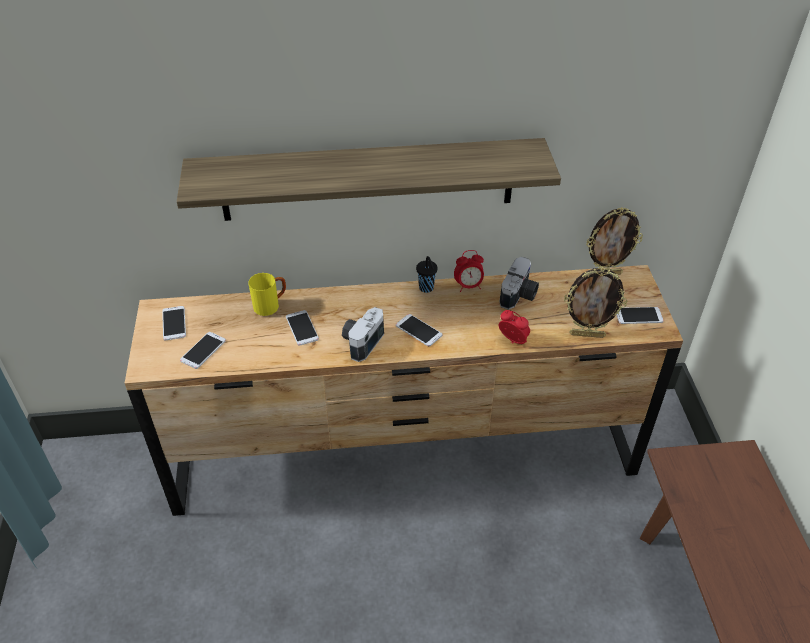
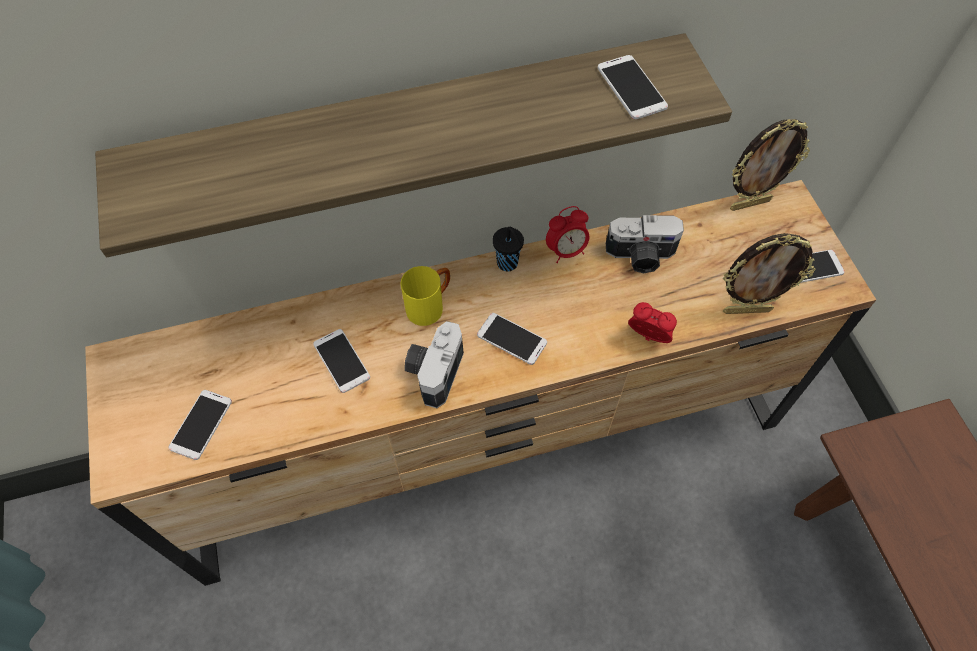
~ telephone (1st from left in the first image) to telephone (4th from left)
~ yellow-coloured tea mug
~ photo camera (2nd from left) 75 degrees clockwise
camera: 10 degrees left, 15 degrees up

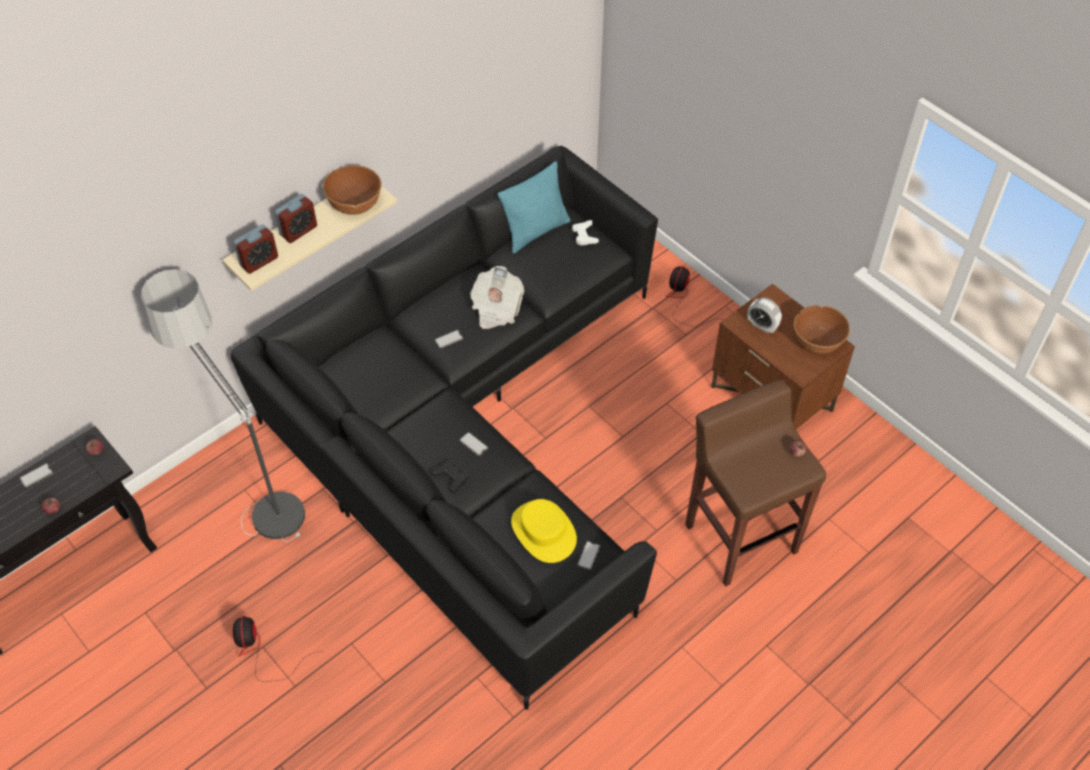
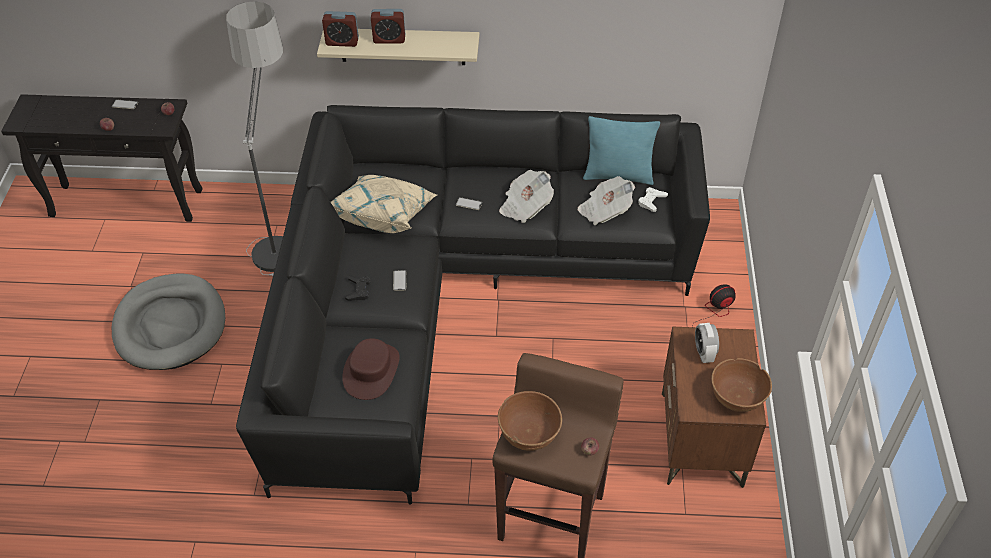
- telephone (4th from left)
+ beige pillow
+ newspaper (2nd from left)
~ brownish bowl (1st from left)
~ fan (1st from left) to gray dog cushion
~ yellow-coloured wearable hat to brownish wearable hat
camera: 45 degrees right, 5 degrees down

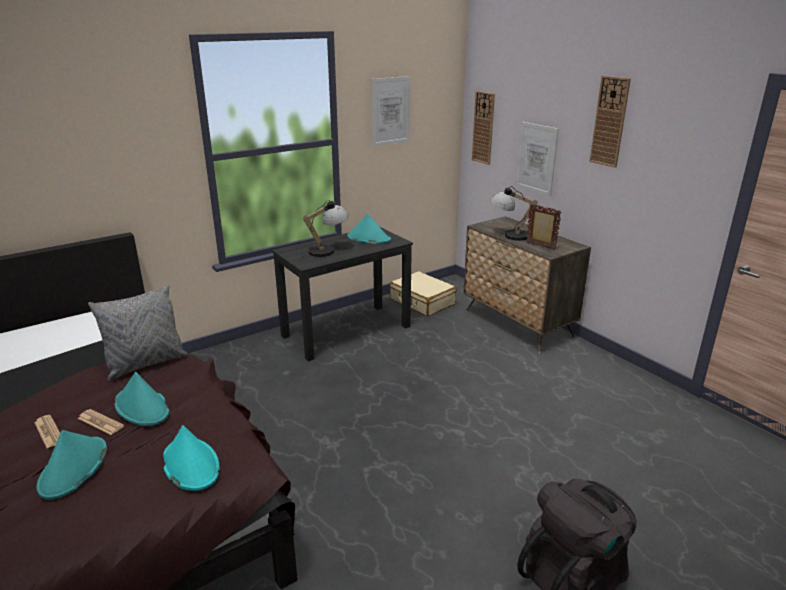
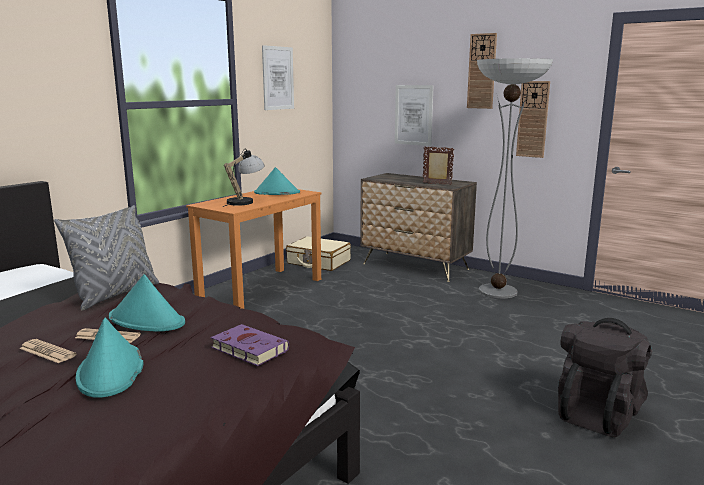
- tabletop lamp (2nd from left)
+ standard lamp
~ hanging clock (1st from left in the first image) to hanging clock (2nd from left)
~ blue-green wearable hat (3rd from left) to purplish book
~ black-coloured desk table to orange desk table
camera: 20 degrees left, 10 degrees down

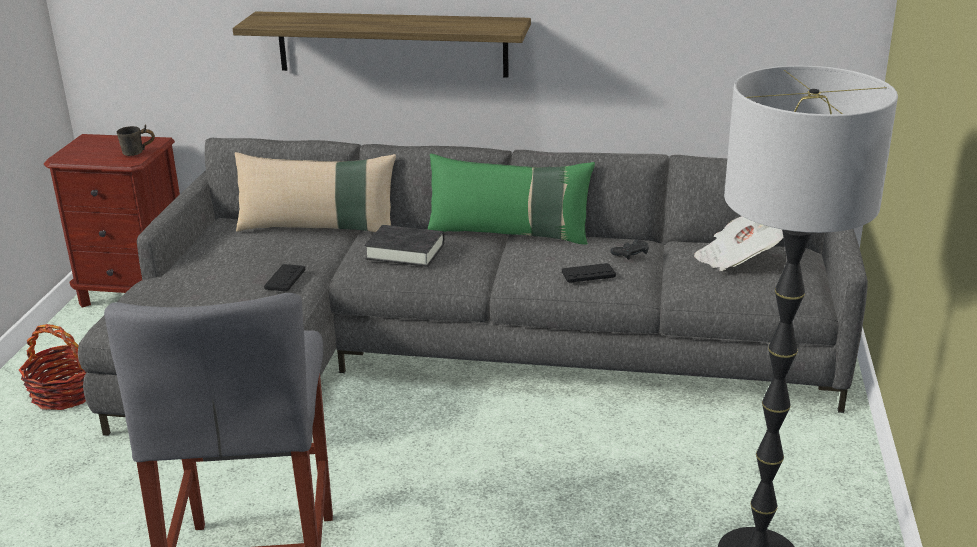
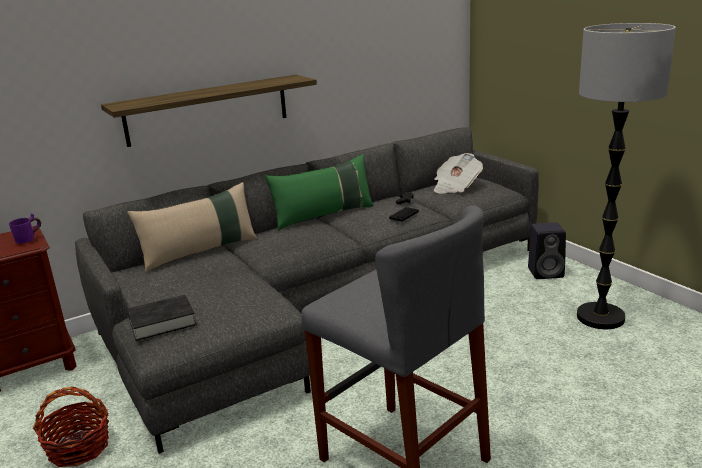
- black-coloured game controller (1st from left)
+ black-coloured speaker
~ black-coloured book
~ gray tea mug to purplish tea mug
camera: 40 degrees left, 5 degrees down

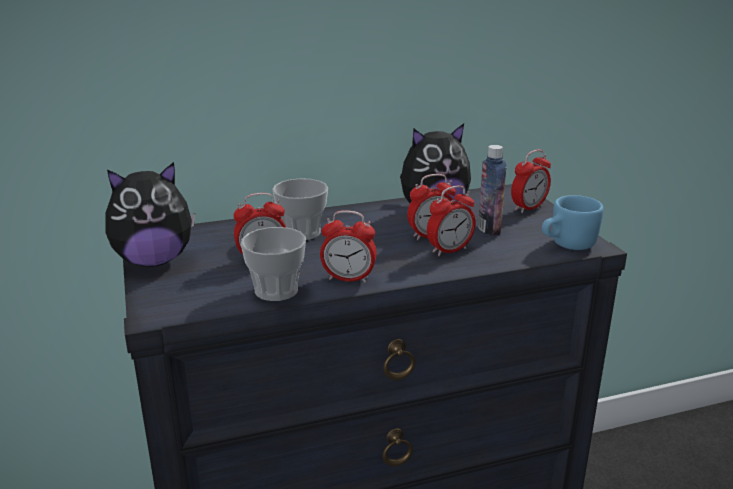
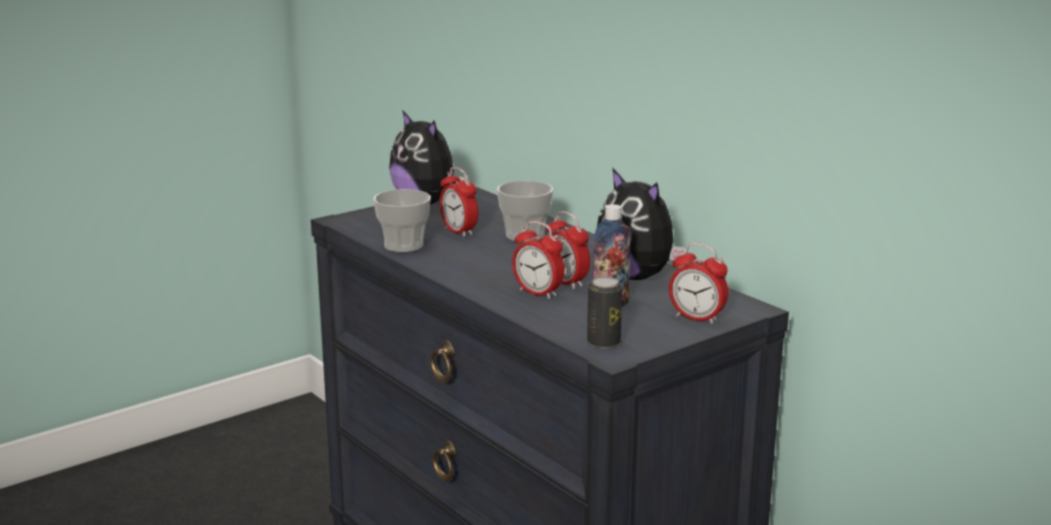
- bedside clock (2nd from left)
~ blue tea mug to can
camera: 70 degrees right, 5 degrees down

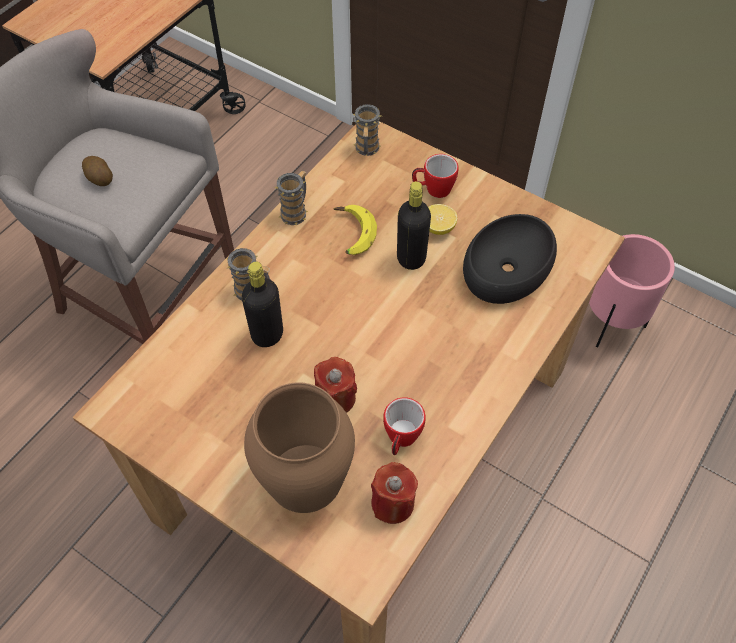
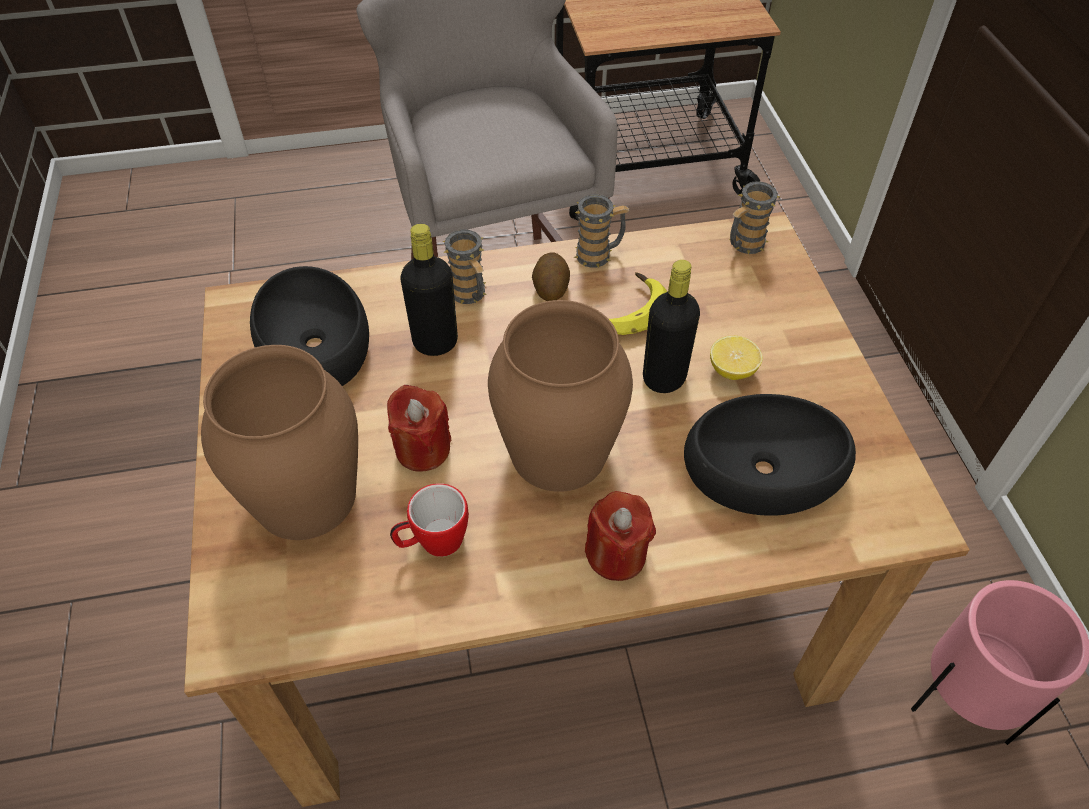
- tea mug (5th from left)
+ black-coloured bowl (1st from left)
+ brownish flower vase (2nd from left)
~ potato
~ reddish wax candle (2nd from left)
camera: 45 degrees right, 5 degrees down

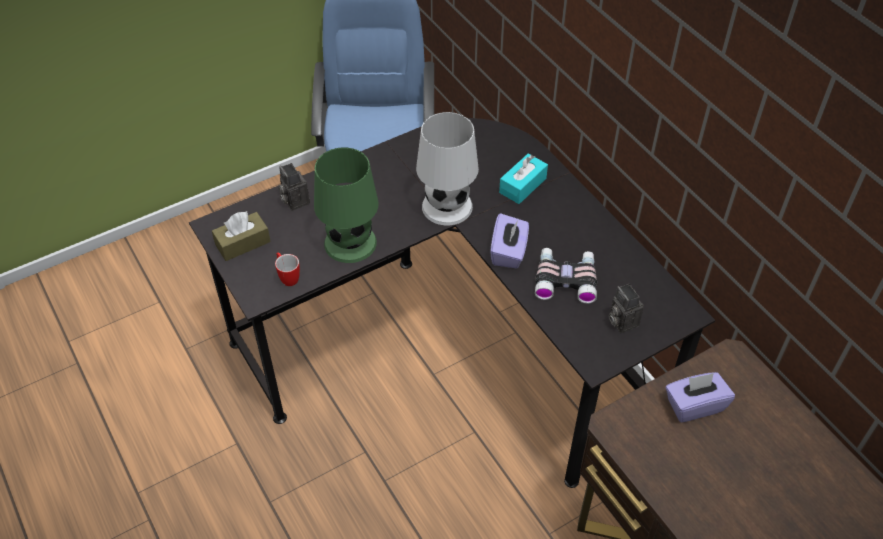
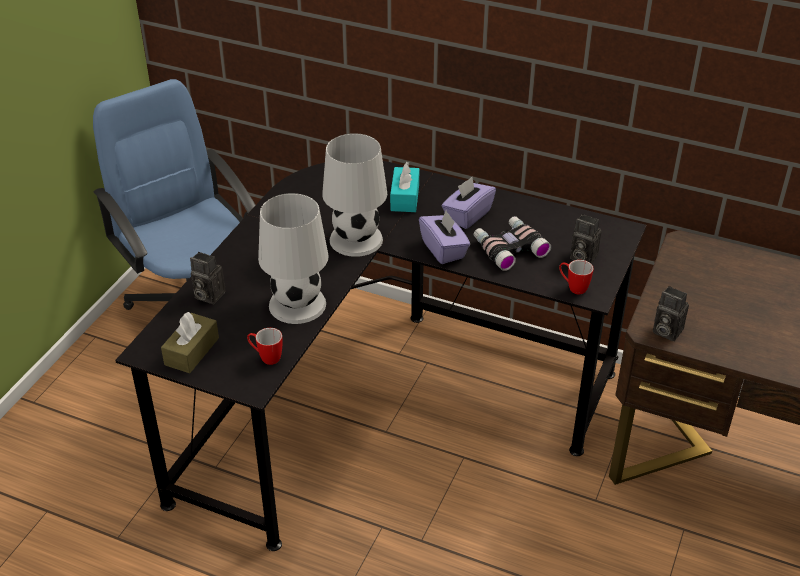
+ tea mug (2nd from left)
+ photo camera (3rd from left)
~ purplish tissue holder (2nd from left)
~ green tabletop lamp to white-coloured tabletop lamp (1st from left)
camera: 35 degrees left, 10 degrees down

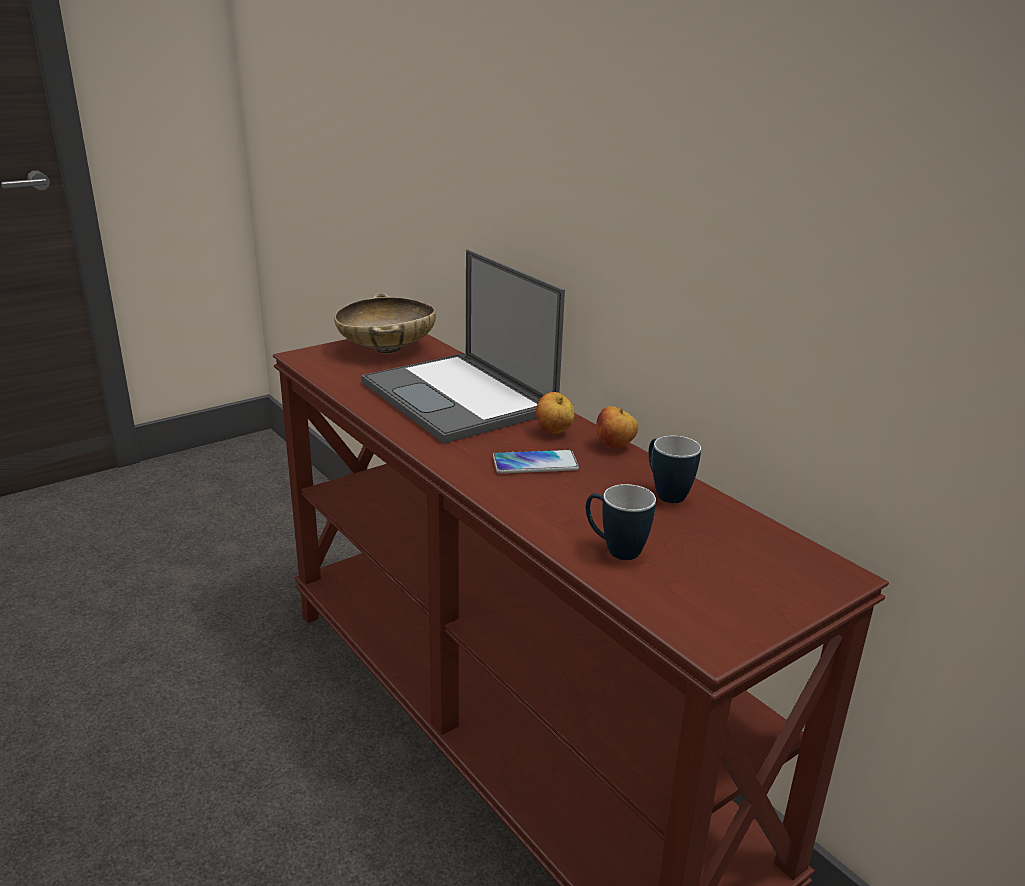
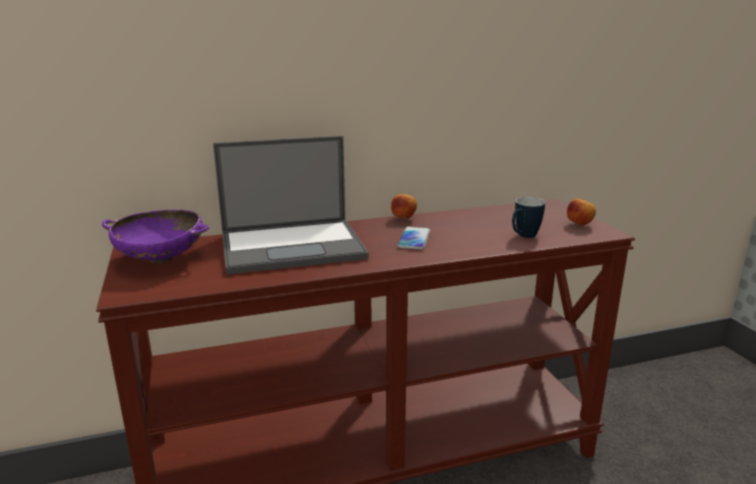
- tea mug (2nd from left)
~ apple (1st from left in the first image) to apple (2nd from left)
~ beige bowl to purplish bowl
camera: 70 degrees left, 5 degrees down

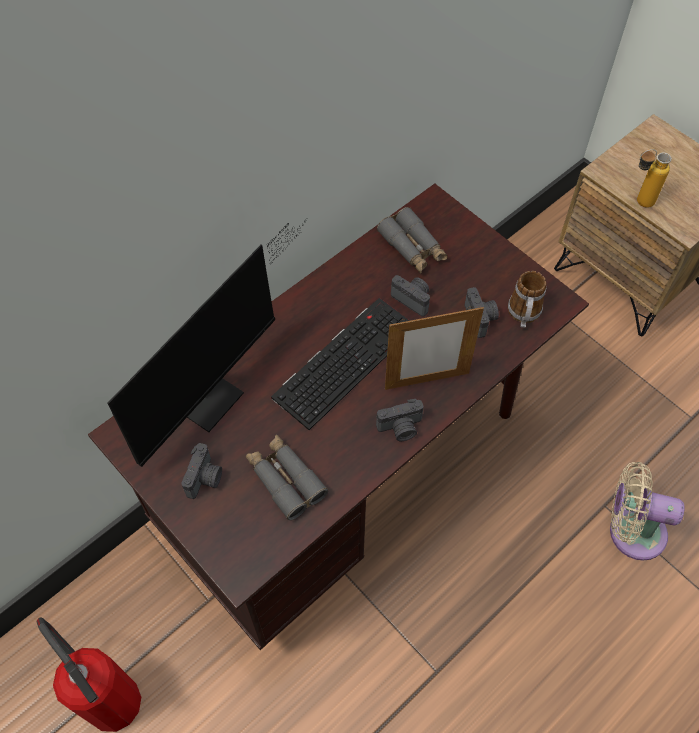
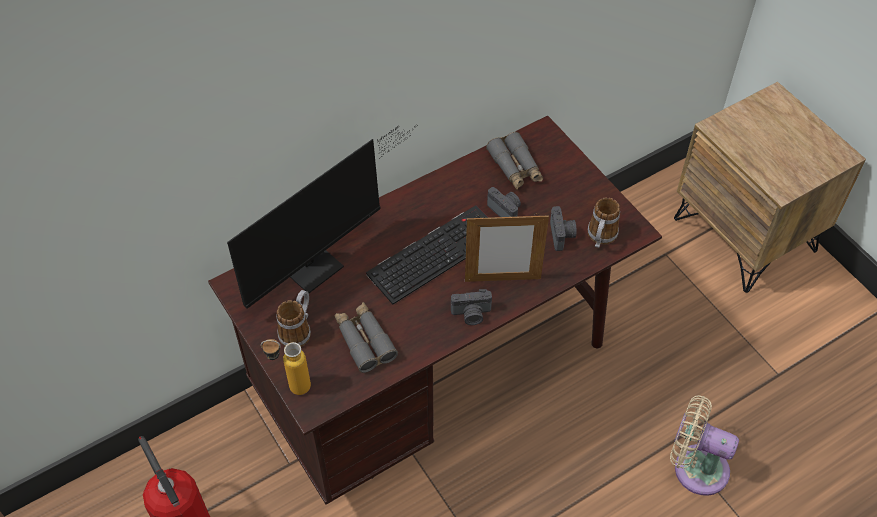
~ beverage bottle
~ photo camera (1st from left) to tea mug (1st from left)
camera: 10 degrees right, 5 degrees down

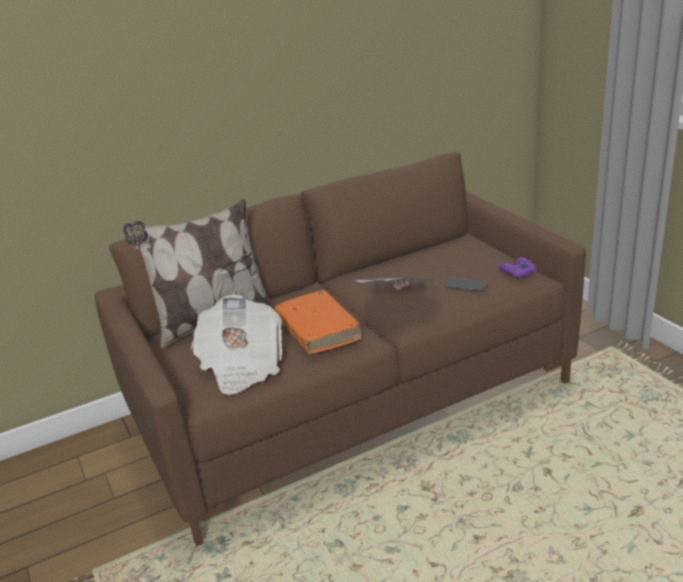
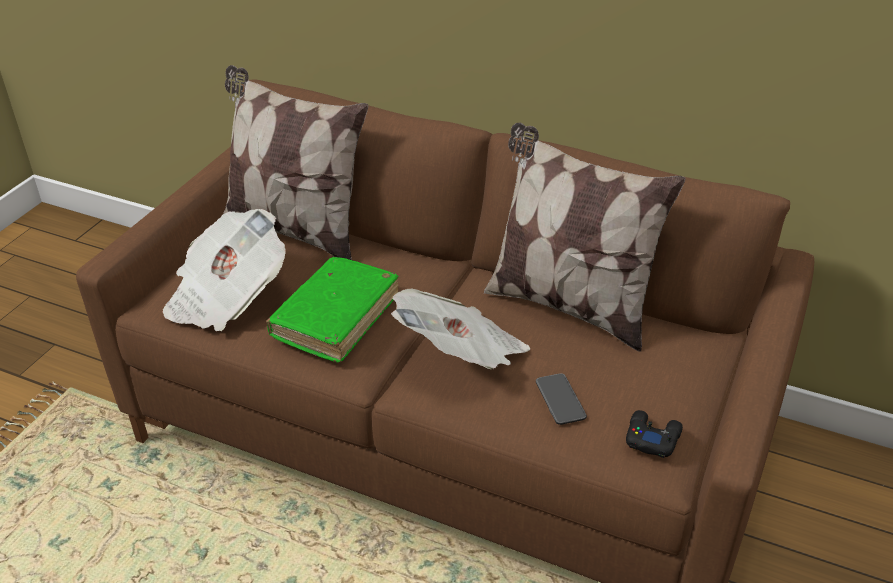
+ pillow (2nd from left)
~ orange book to green book
~ purplish game controller to black-coloured game controller
camera: 50 degrees right, 10 degrees up

